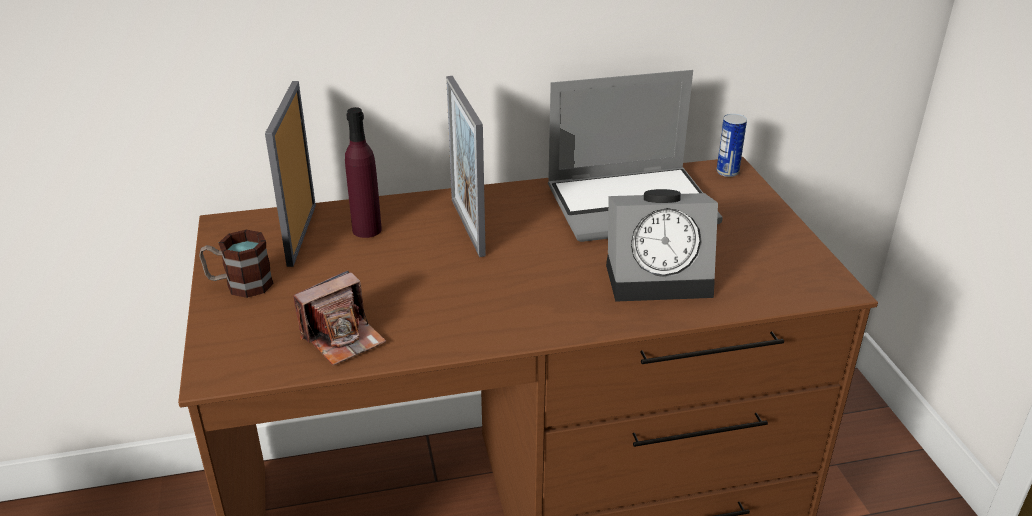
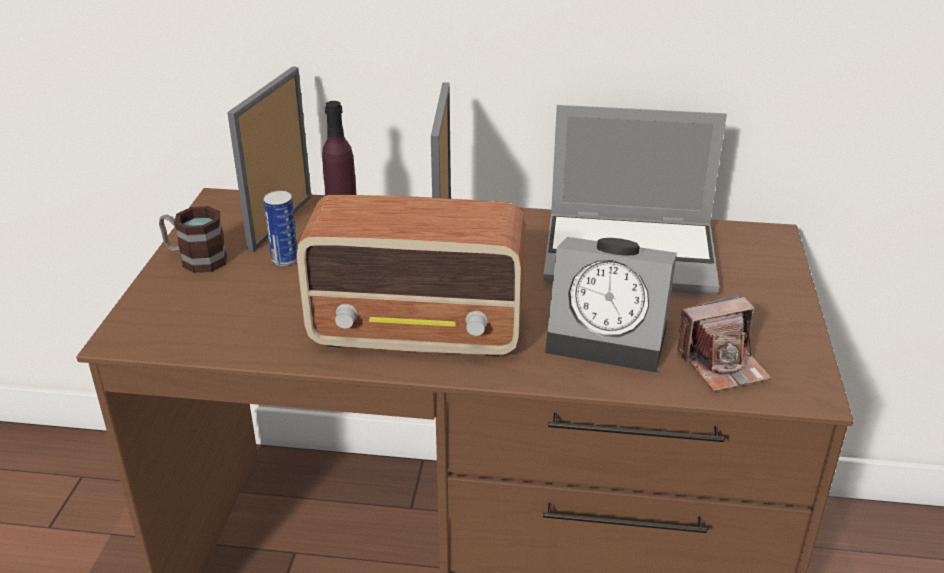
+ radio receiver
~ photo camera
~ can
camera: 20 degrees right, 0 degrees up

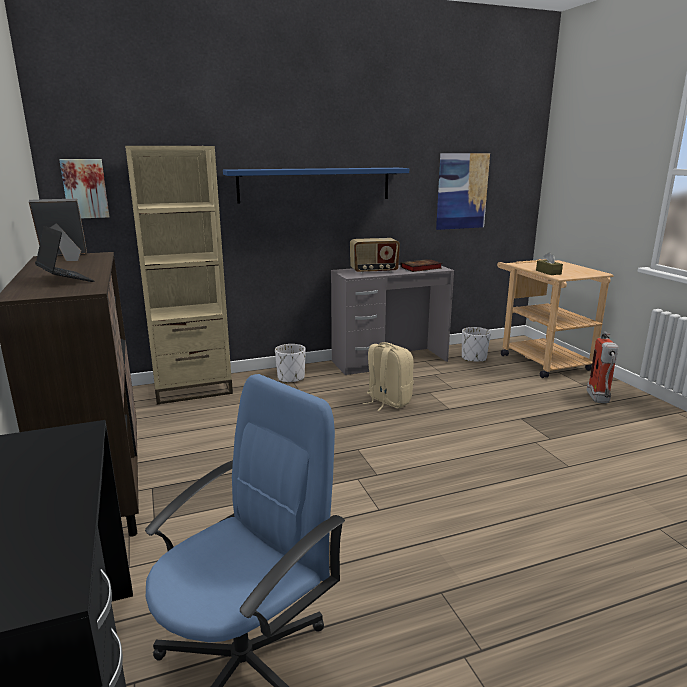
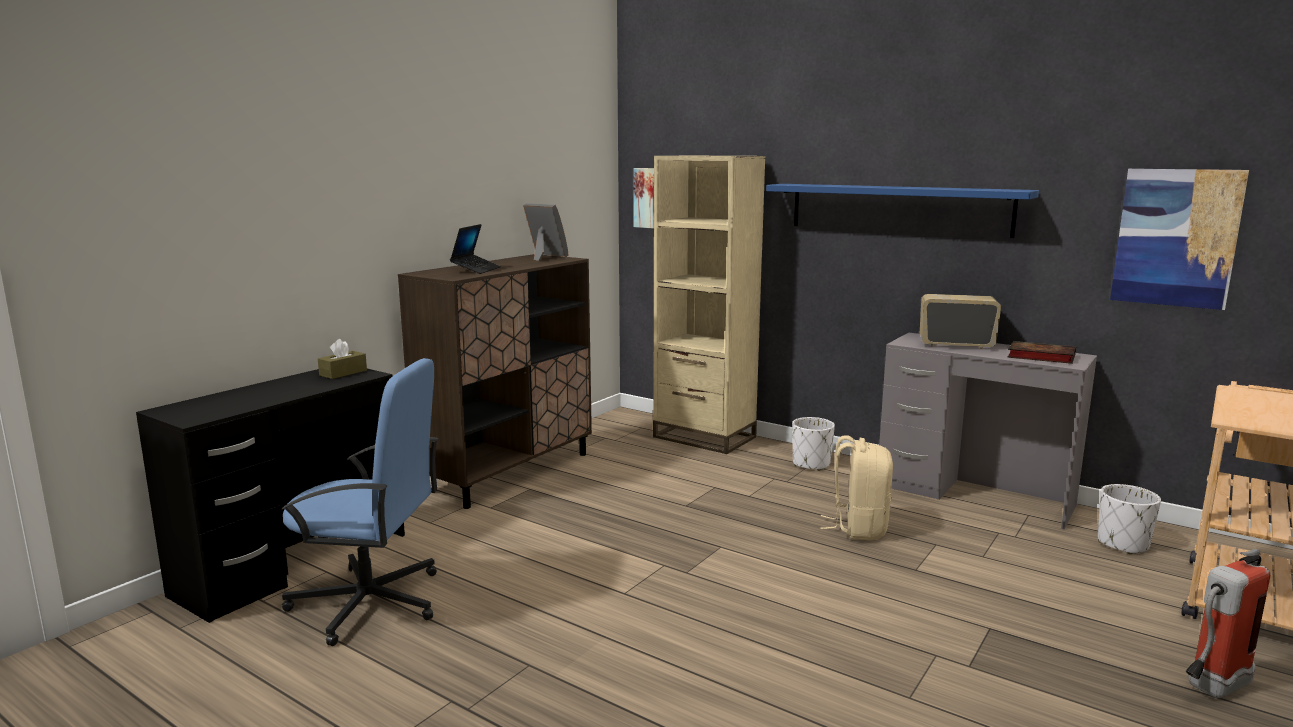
~ brownish tissue holder
~ radio receiver 150 degrees clockwise
camera: 55 degrees right, 5 degrees down

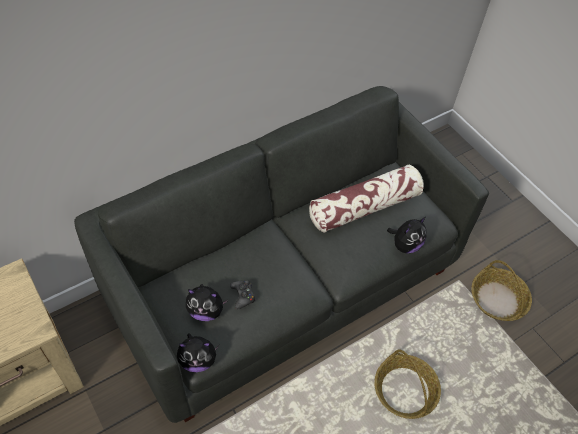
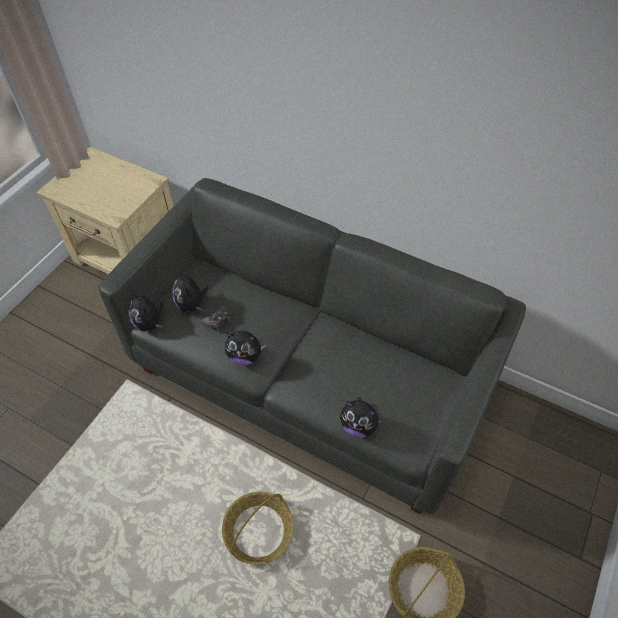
- pillow
+ soft toy (3rd from left)
camera: 65 degrees right, 0 degrees up

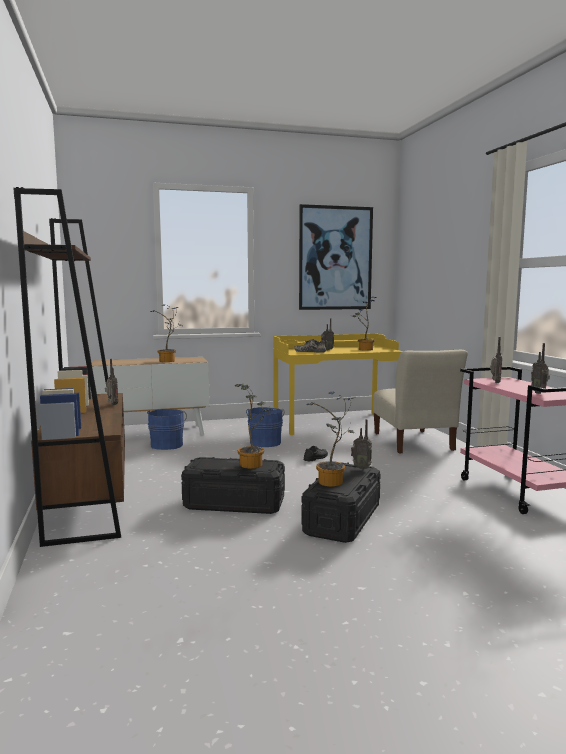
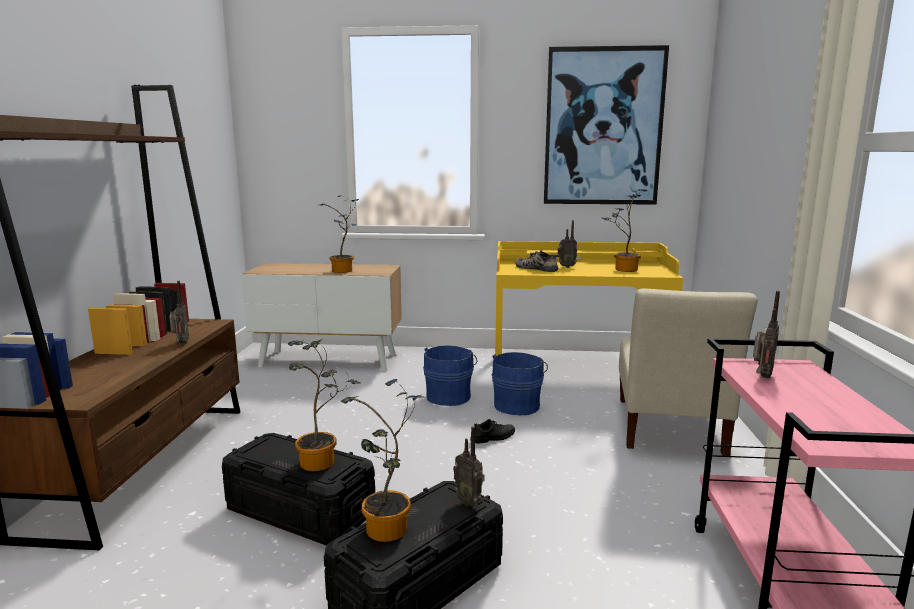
- radio receiver (5th from left)
~ blue water bucket (1st from left in the first image) to blue water bucket (2nd from left)
camera: 20 degrees right, 5 degrees up

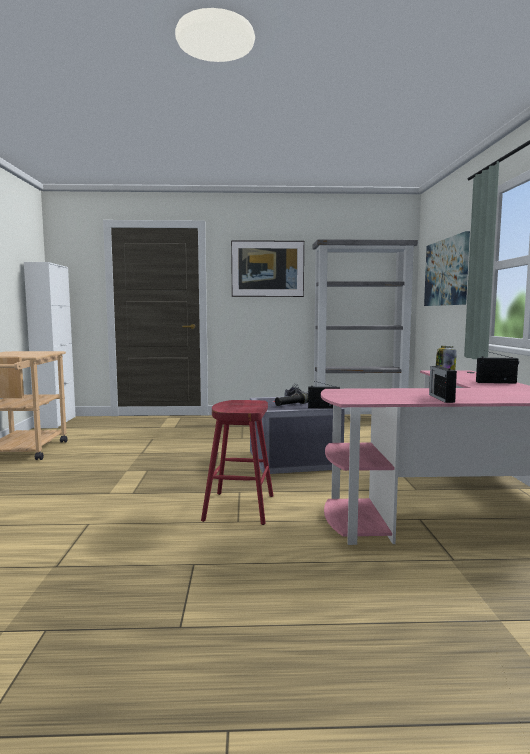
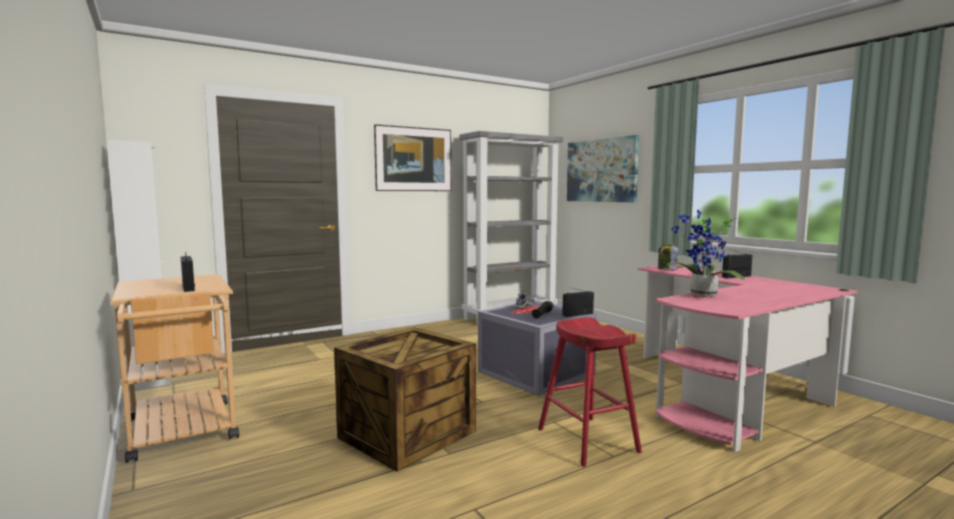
+ packing crate
+ plant in a pot
~ radio receiver (2nd from left in the first image) to radio receiver (1st from left)
camera: 30 degrees left, 0 degrees up

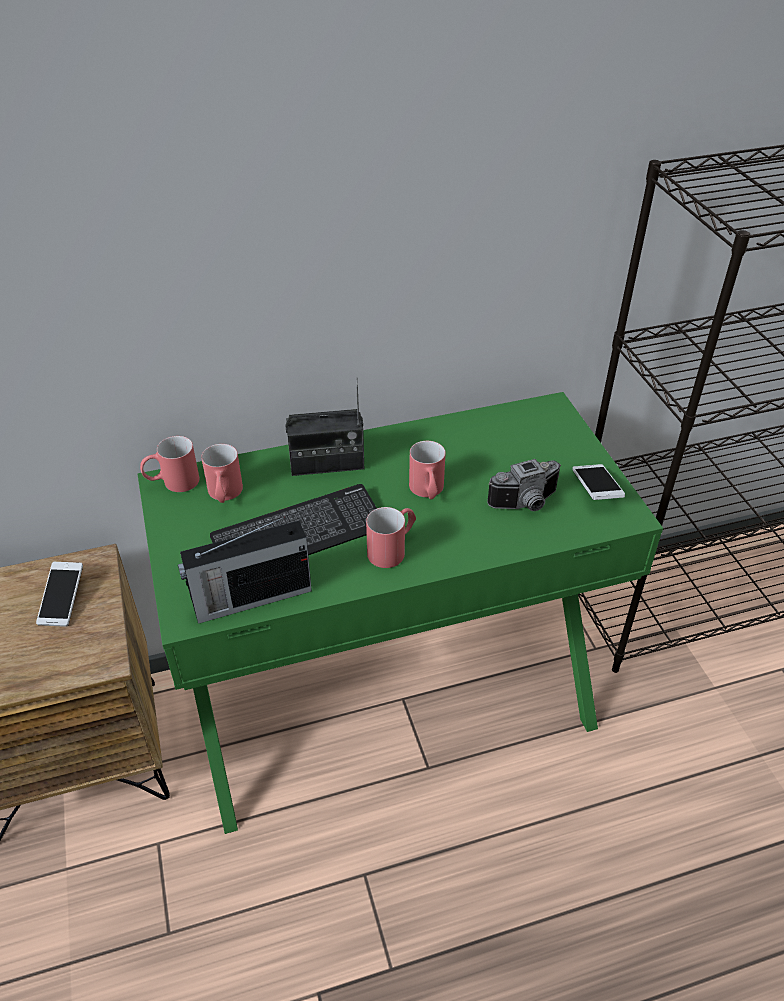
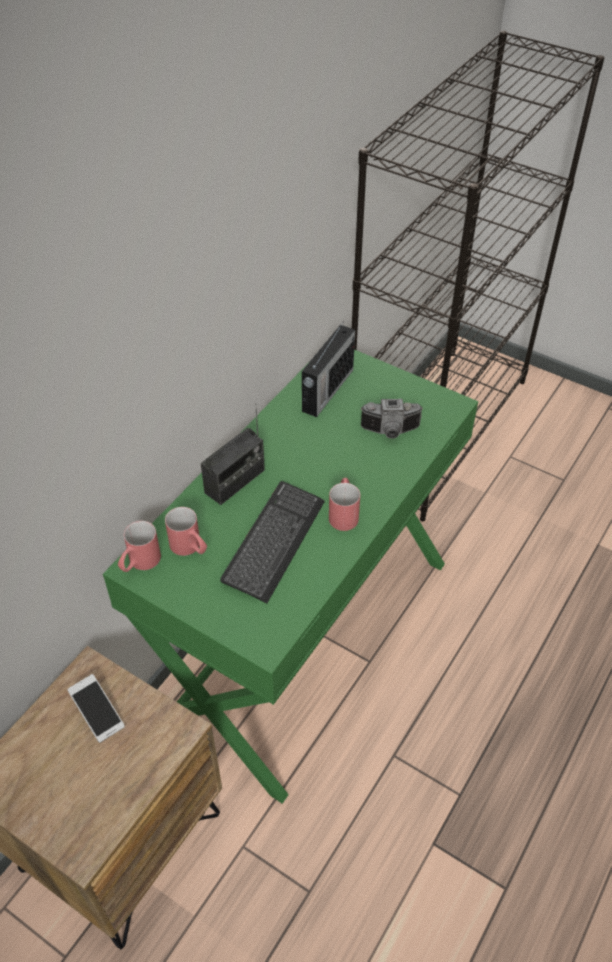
- reddish tea mug (4th from left)
- telephone (2nd from left)
~ radio receiver (1st from left in the first image) to radio receiver (2nd from left)
~ photo camera 60 degrees clockwise
camera: 40 degrees left, 5 degrees up

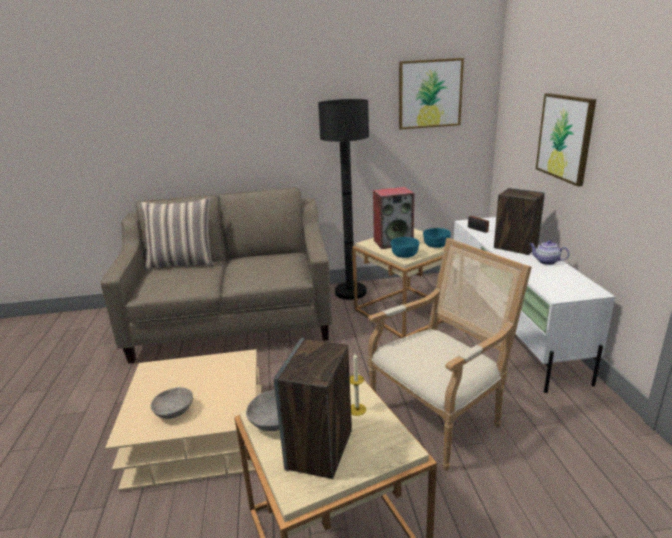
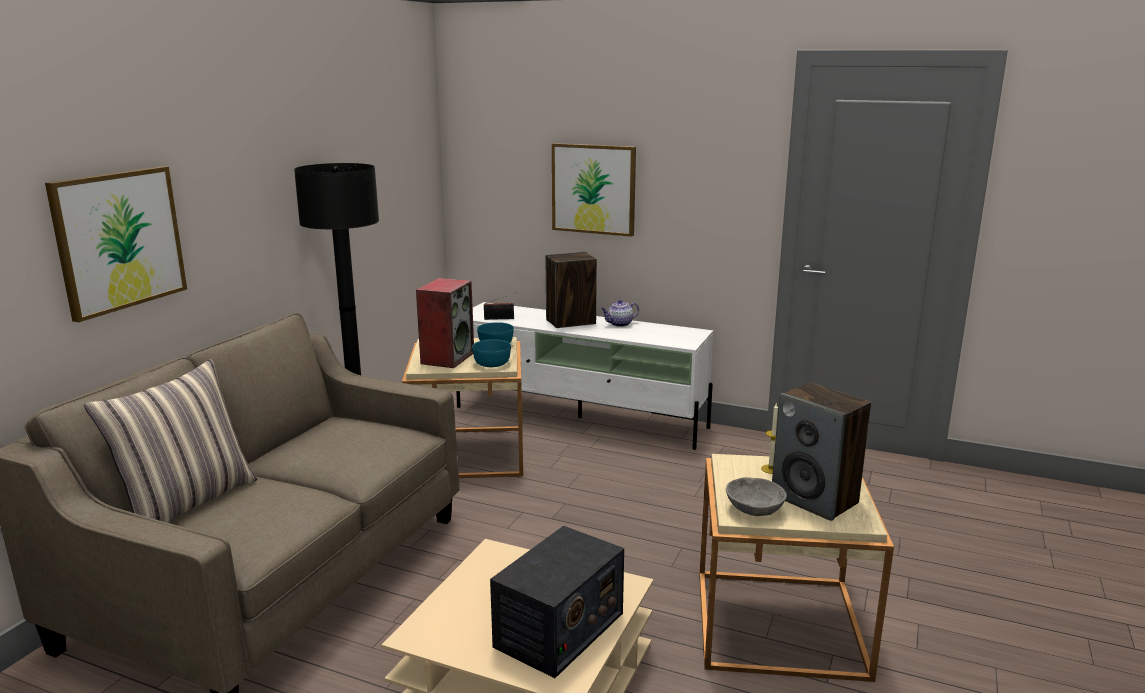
- lounge chair
~ wall art (1st from left)
~ gray bowl (1st from left) to radio receiver (2nd from left)
camera: 60 degrees left, 5 degrees down

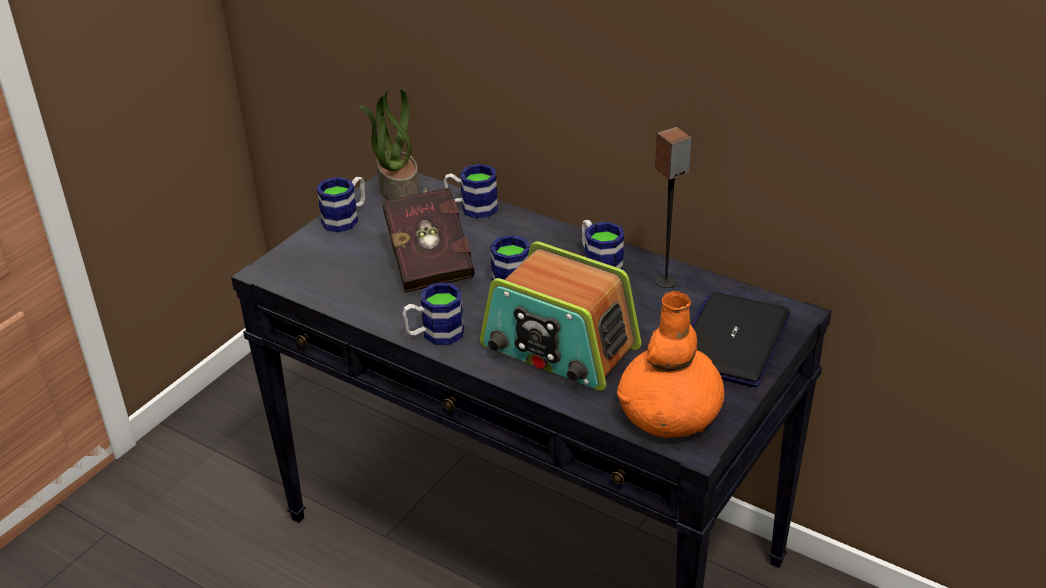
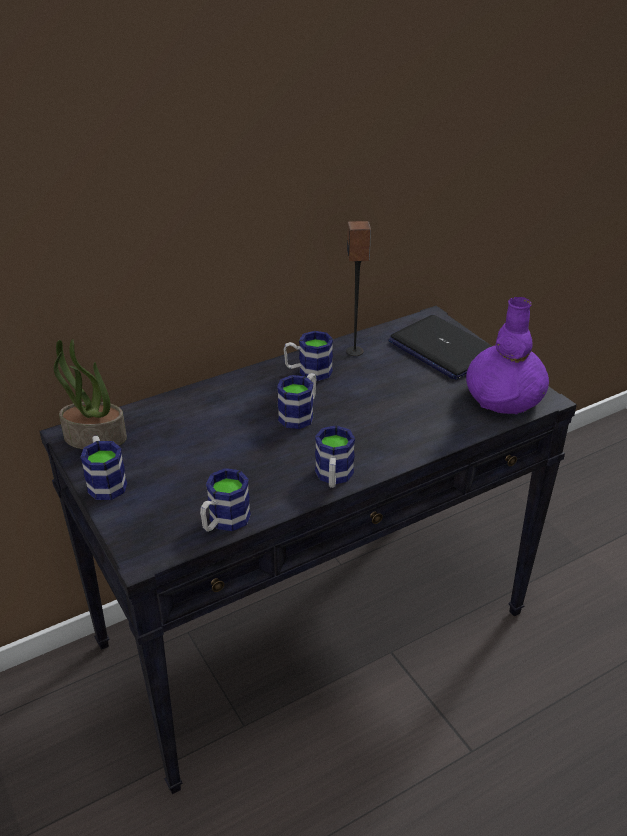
- reddish book
- radio receiver
~ tea mug (3rd from left in the first image) to tea mug (2nd from left)
~ orange flower vase to purplish flower vase
camera: 65 degrees left, 0 degrees up

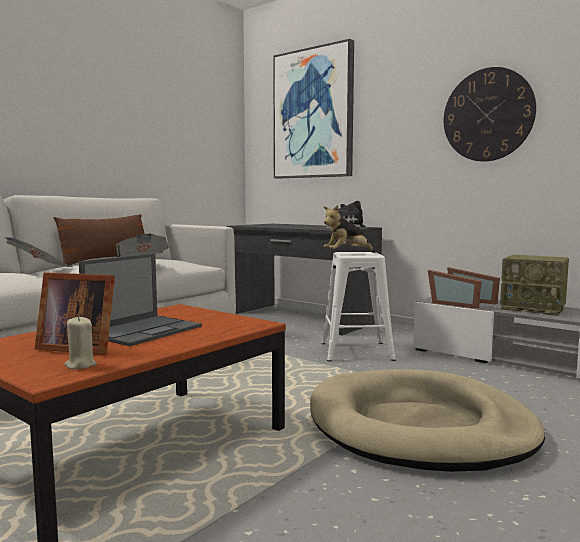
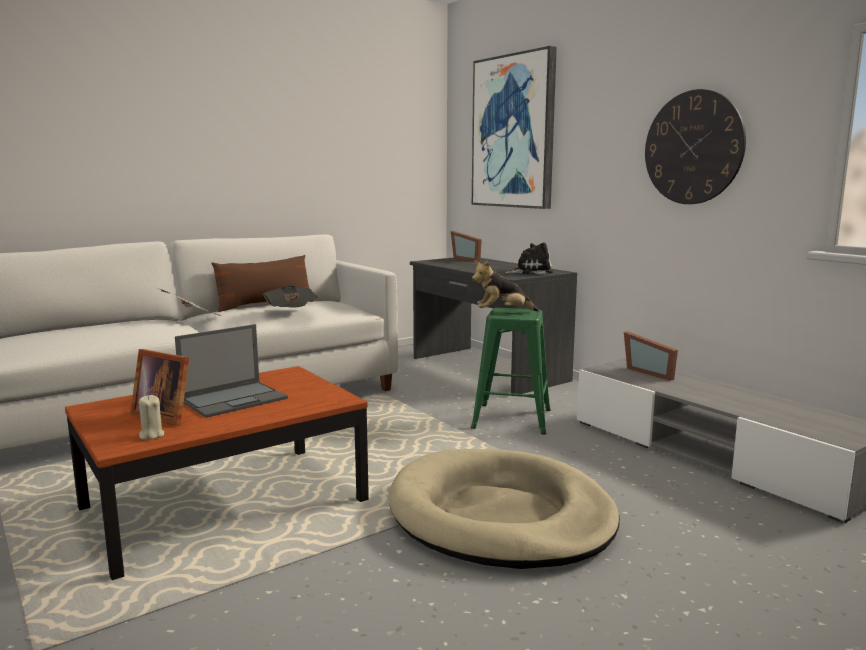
- radio receiver
~ photo frame (2nd from left)
~ white-coloured stool seat to green stool seat
camera: 15 degrees right, 5 degrees up

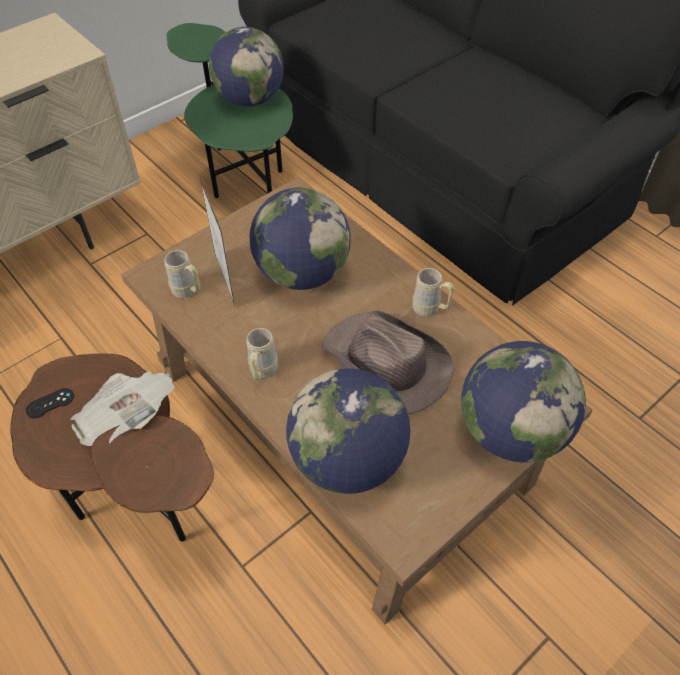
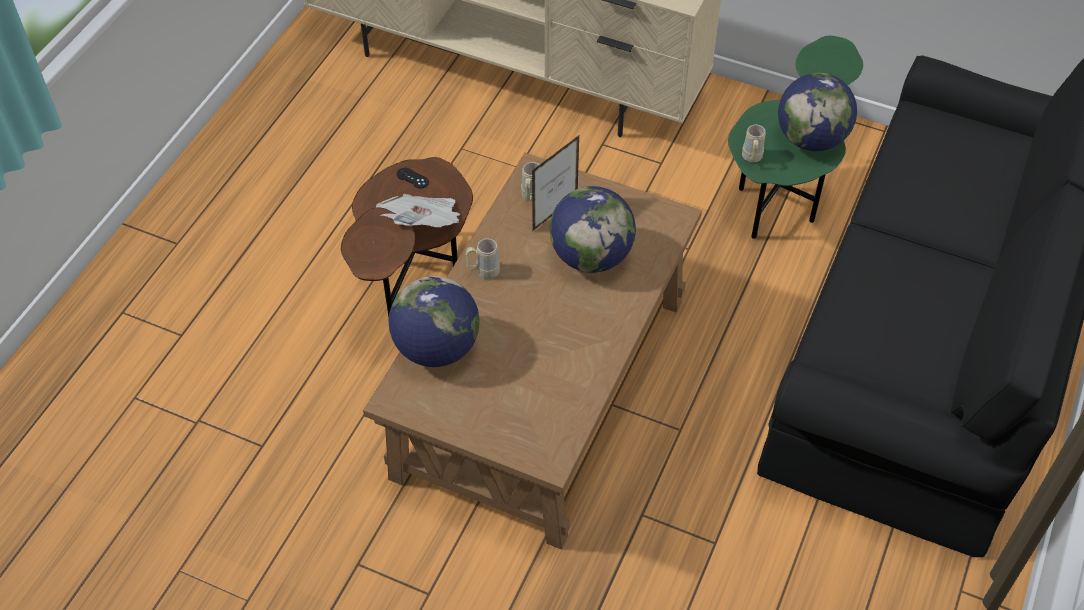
- brownish wearable hat
- world globe (4th from left)
~ beige tea mug (3rd from left)
camera: 65 degrees right, 0 degrees up

